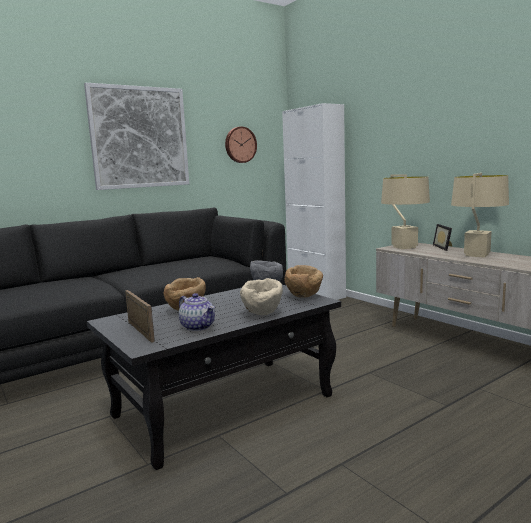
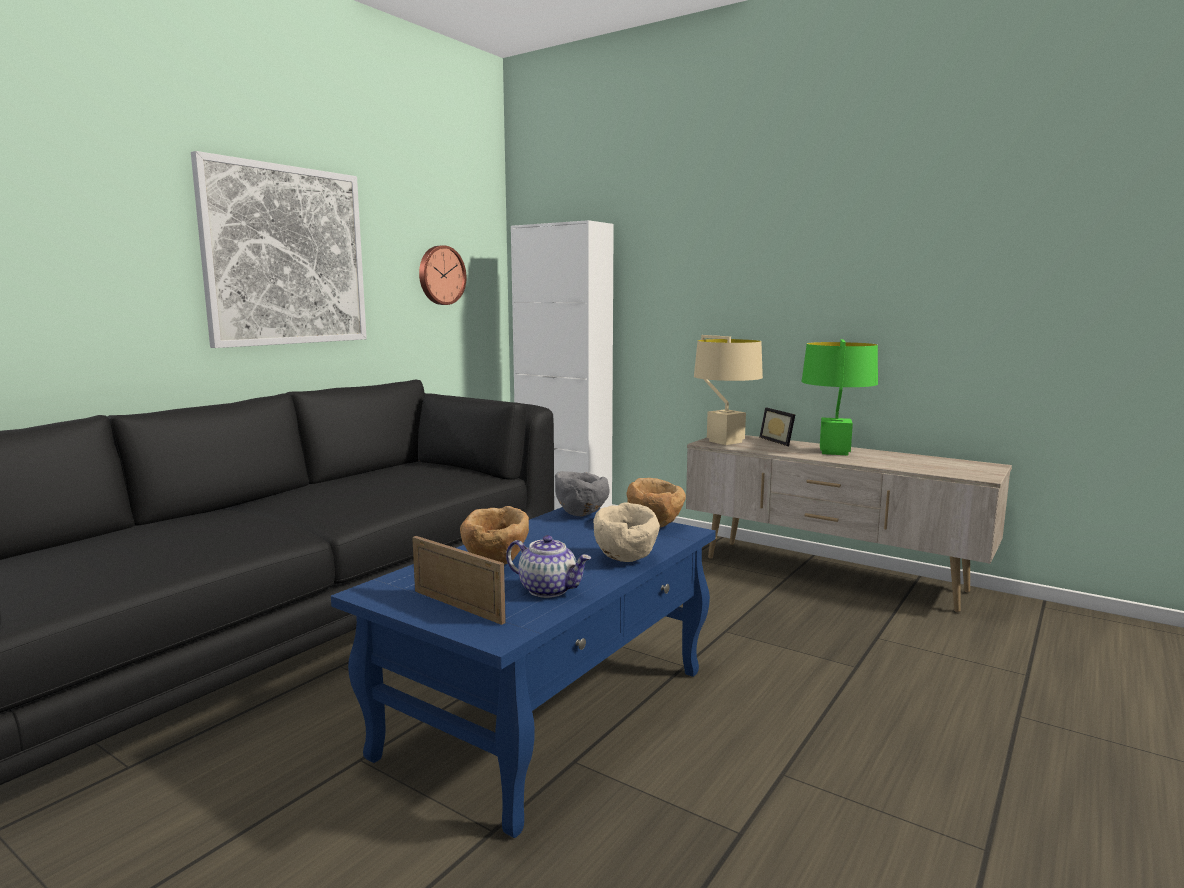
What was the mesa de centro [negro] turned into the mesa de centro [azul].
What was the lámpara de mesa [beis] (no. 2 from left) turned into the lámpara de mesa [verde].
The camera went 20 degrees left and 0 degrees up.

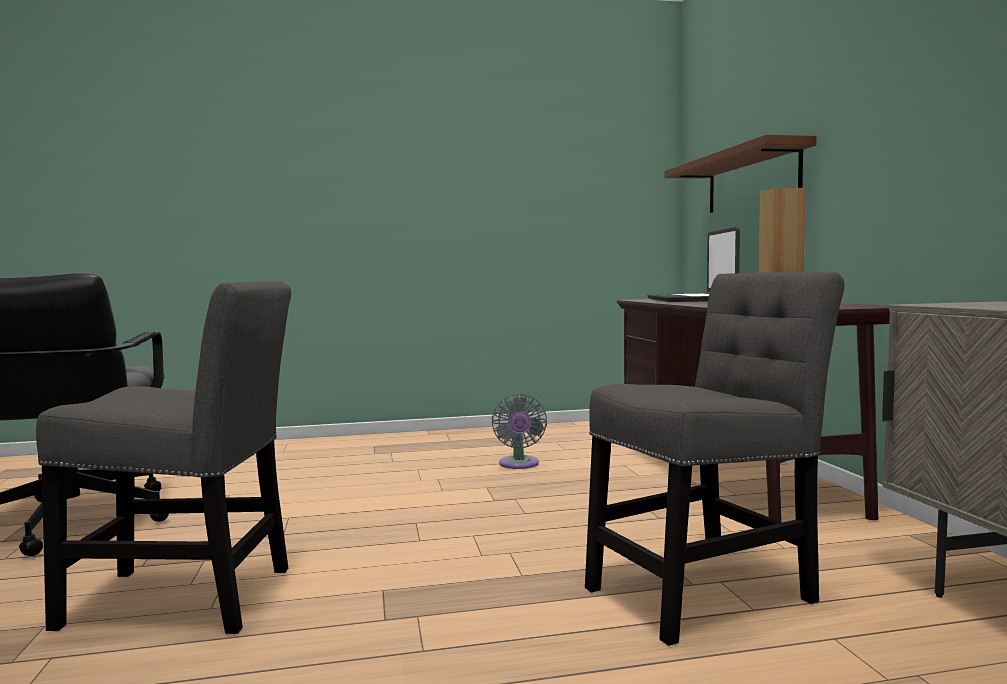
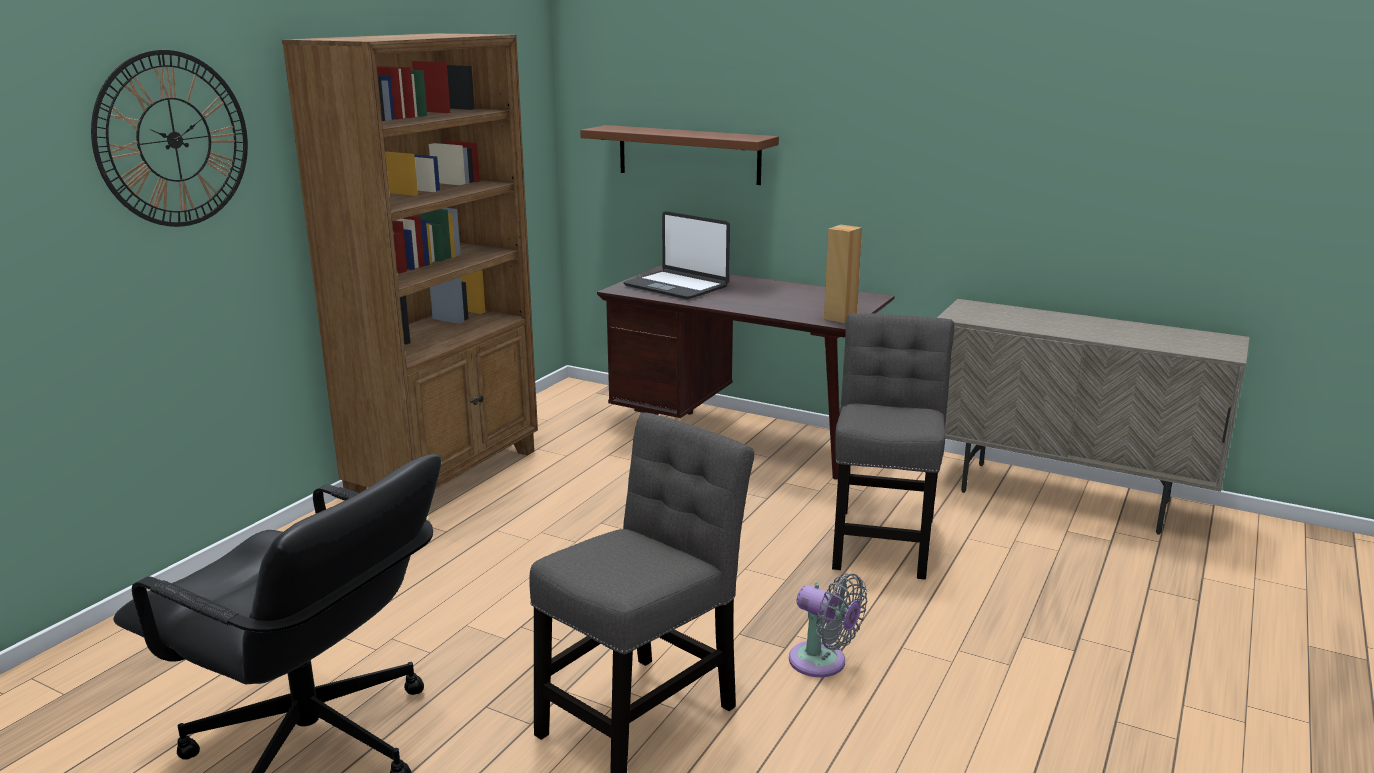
The ventilador [gris] ended up elsewhere.
The second view gained the reloj de pared.
The second view gained the estantería [marrón].
The camera went 50 degrees left and 15 degrees up.

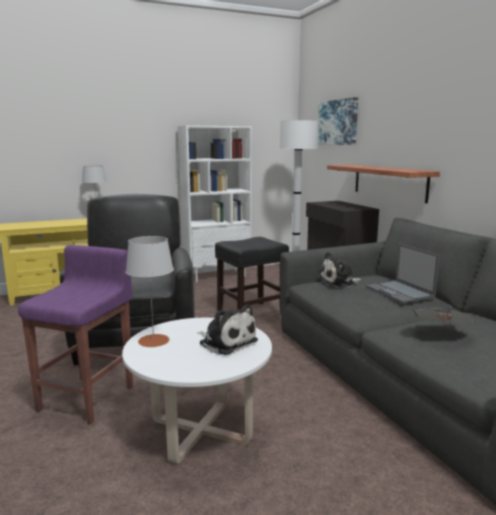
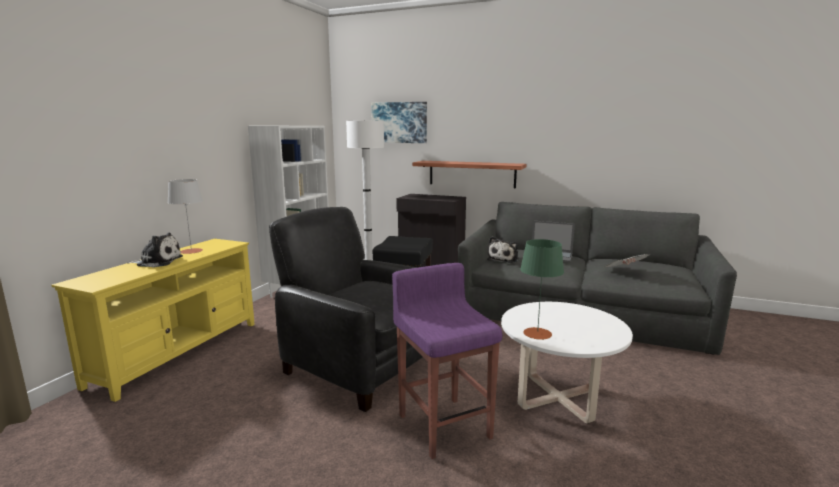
What was the lámpara de mesa [gris] (no. 2 from left) turned into the lámpara de mesa [verde].
The peluche (no. 1 from left) ended up elsewhere.
The camera went 45 degrees left and 0 degrees up.

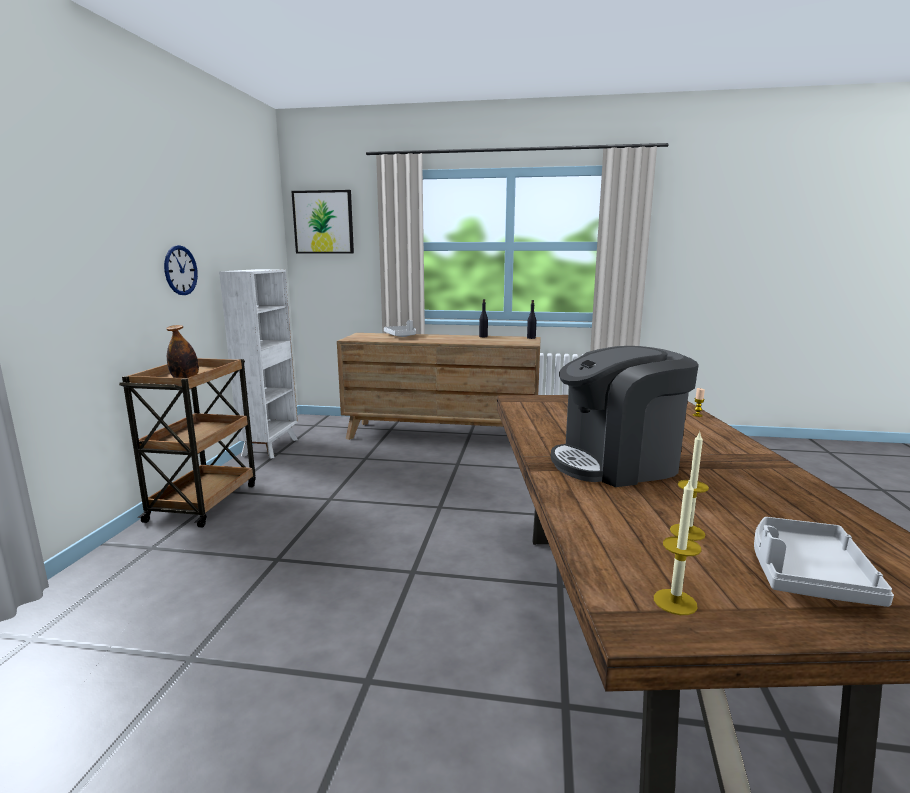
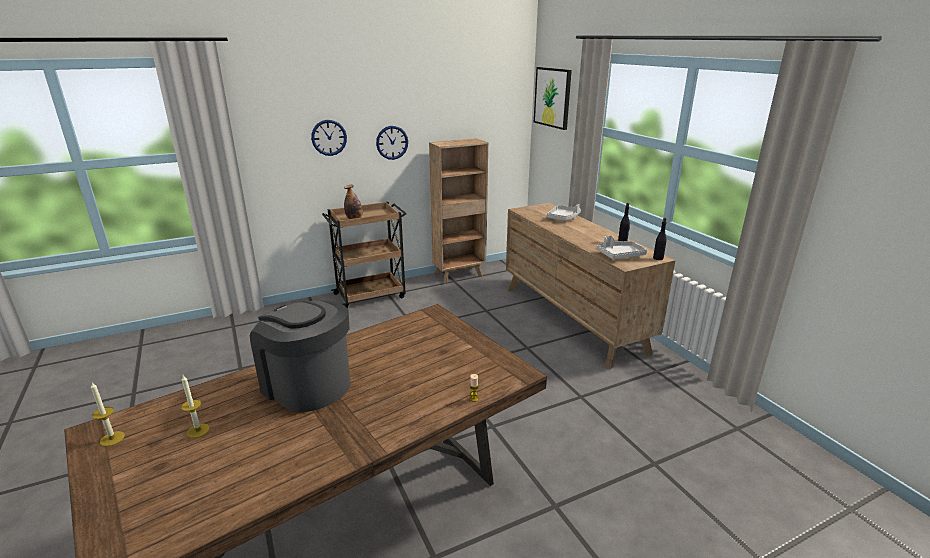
What was the estantería [blanco] turned into the estantería [marrón].
The bandeja [gris] (no. 2 from left) ended up elsewhere.
The second view gained the reloj de pared (no. 1 from left).
The camera went 55 degrees right and 10 degrees up.

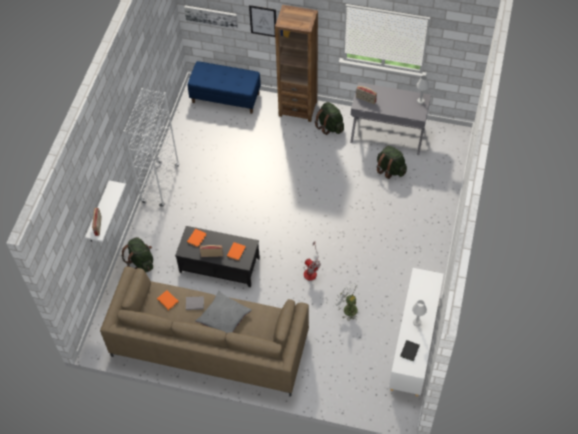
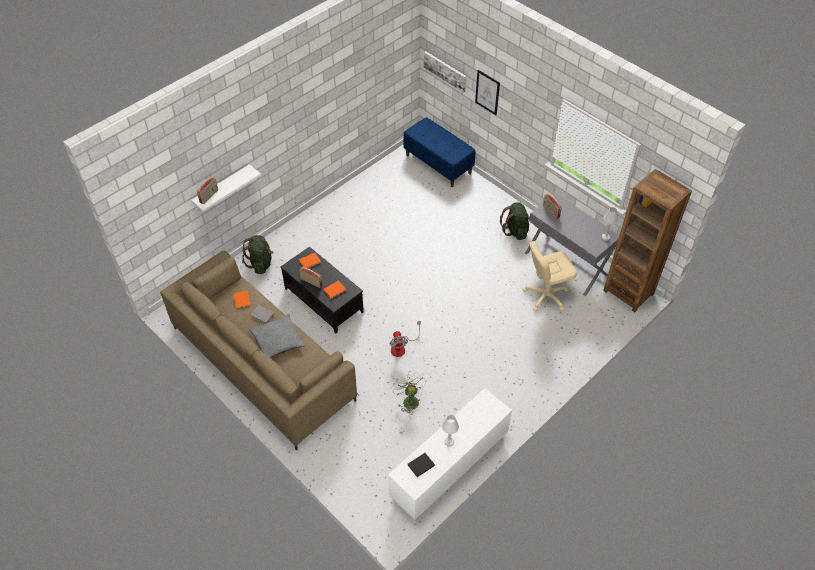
The second view lost the estantería [blanco].
The estantería [marrón] ended up elsewhere.
Where the mochila [verde] (no. 3 from left) stood, the silla de oficina [beis] came to stand.
The camera went 30 degrees right and 5 degrees down.

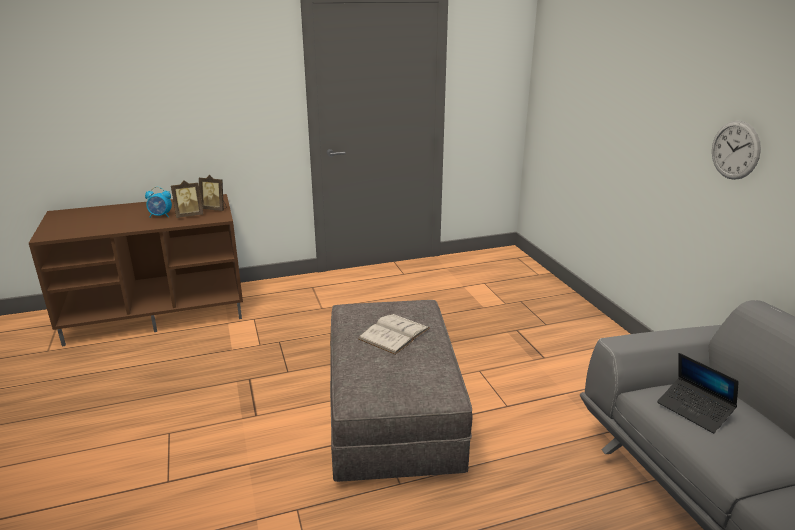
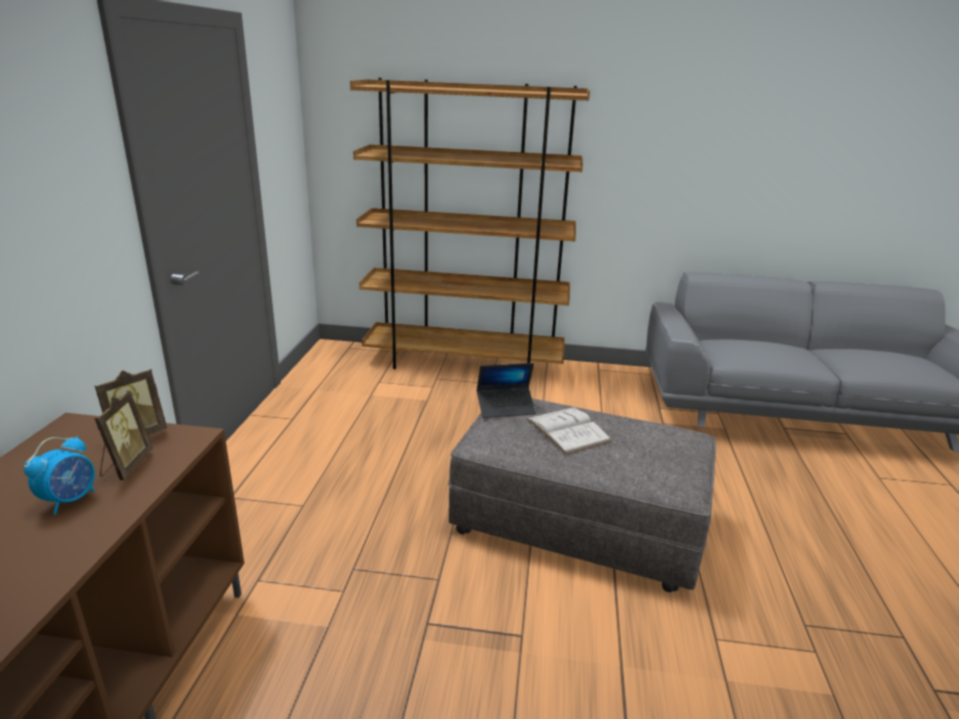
The portátil ended up elsewhere.
The second view lost the reloj de pared.
The second view gained the estantería [marrón].
The camera went 65 degrees left and 0 degrees up.

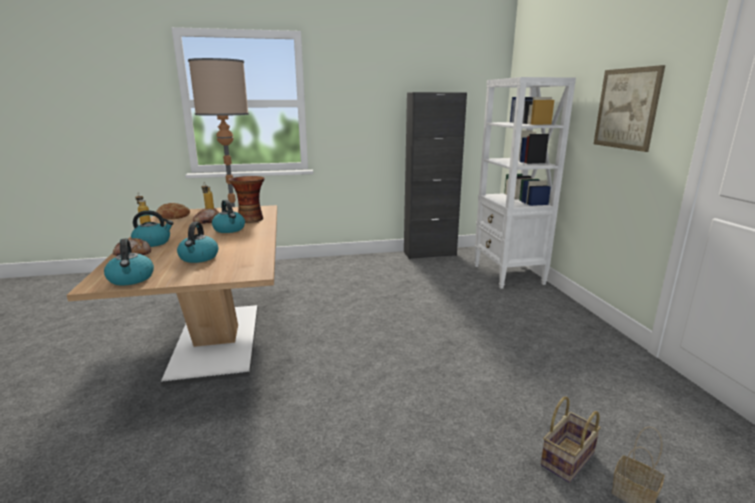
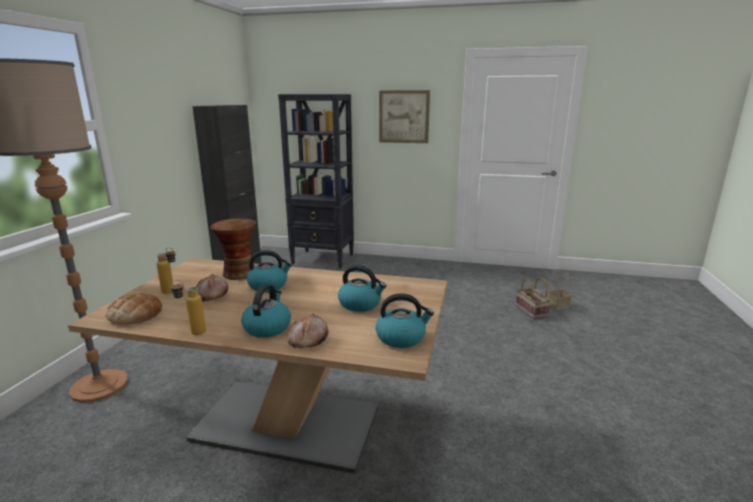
What was the estantería [blanco] turned into the estantería [negro].
The camera went 65 degrees left and 0 degrees up.

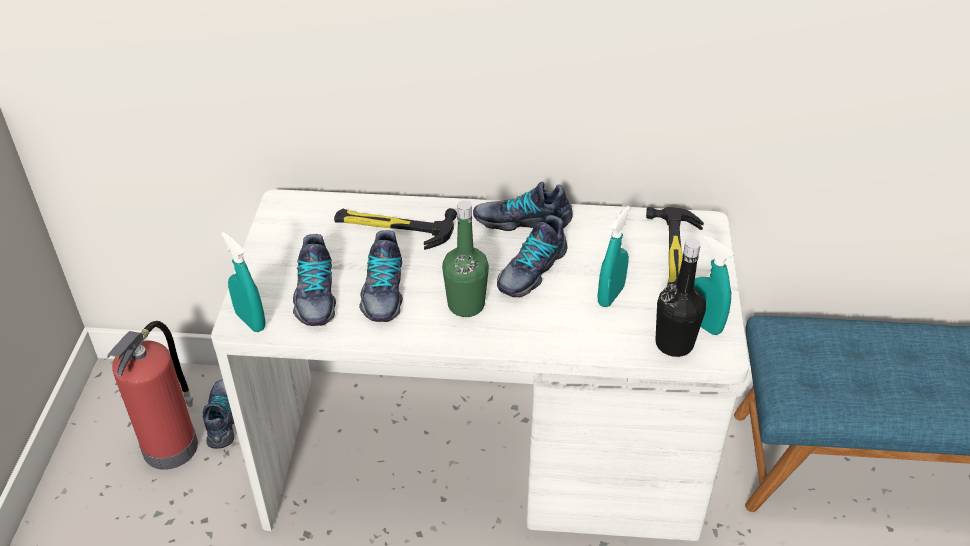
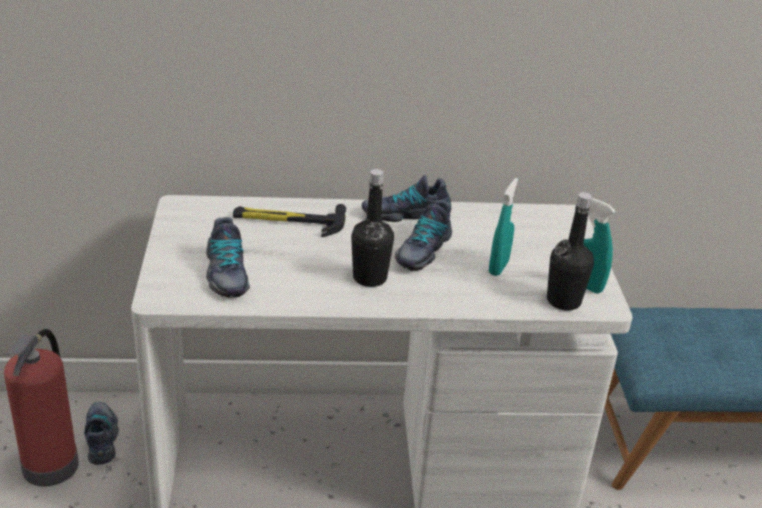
The second view lost the pulverizador [turquesa] (no. 1 from left).
The second view lost the zapato (no. 3 from left).
What was the botella [verde] turned into the botella [negro] (no. 1 from left).
The second view lost the martillo (no. 2 from left).
The camera went 10 degrees left and 10 degrees down.

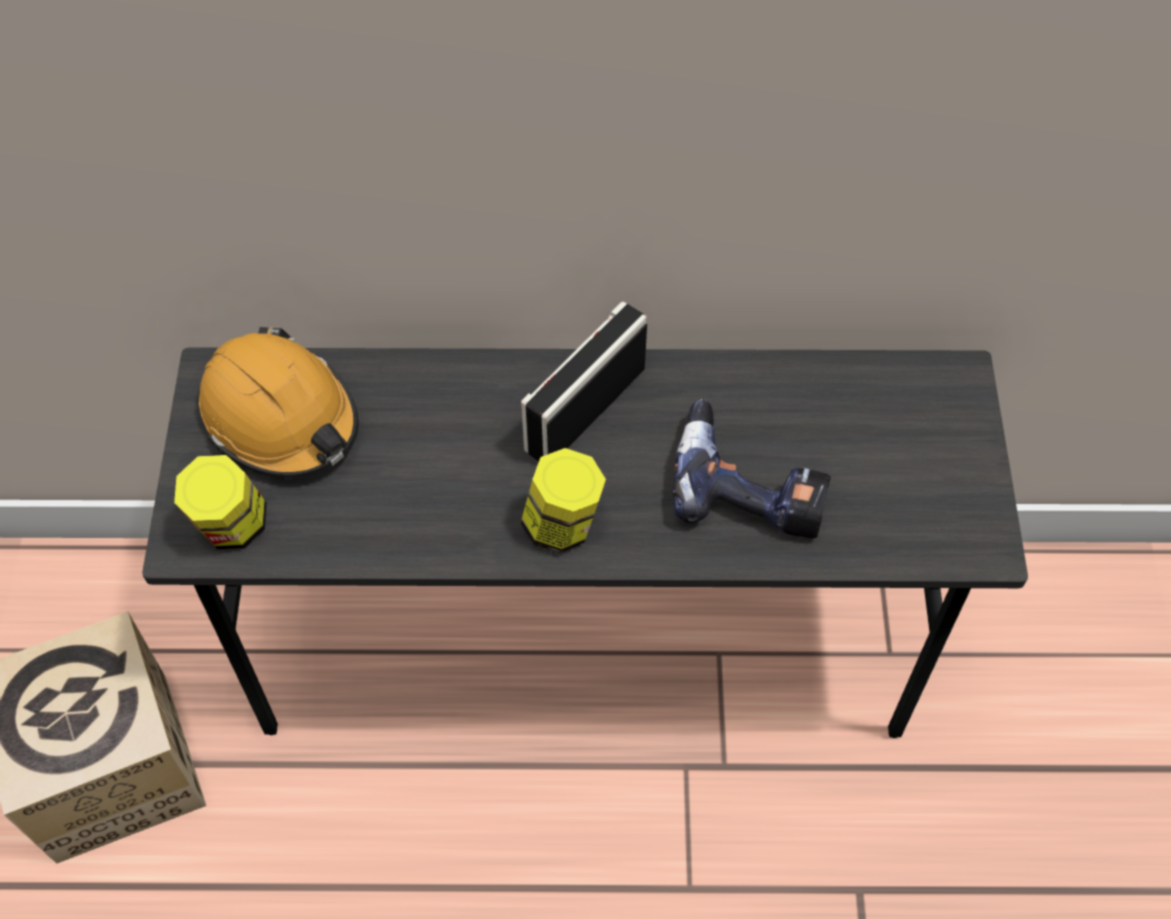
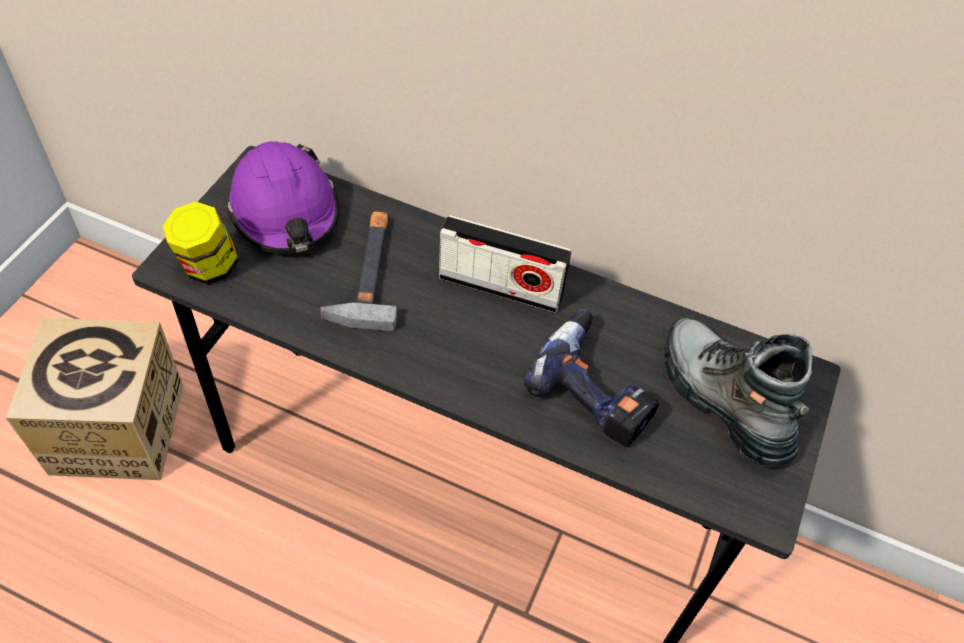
What was the casco [naranja] turned into the casco [morado].
The radio ended up facing another way, 135 degrees counterclockwise from before.
The second view lost the tarro (no. 2 from left).
The second view gained the martillo.
The second view gained the bota.
The camera went 20 degrees right and 5 degrees down.

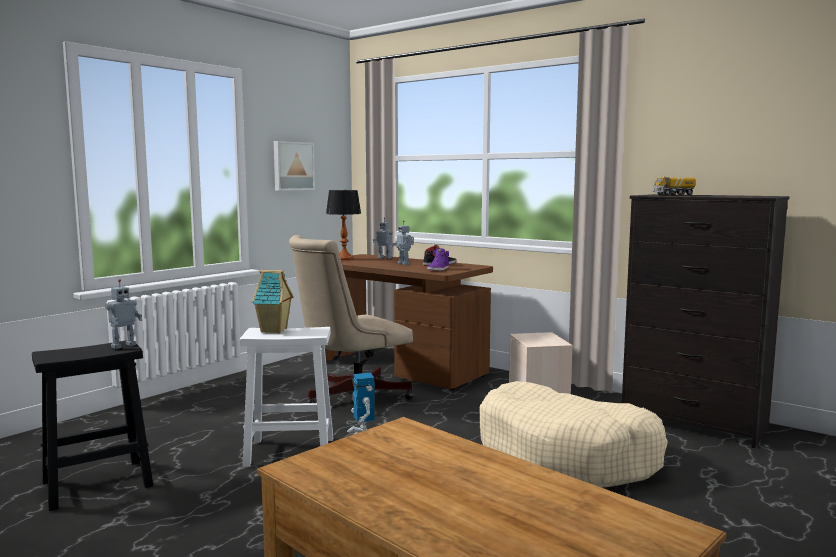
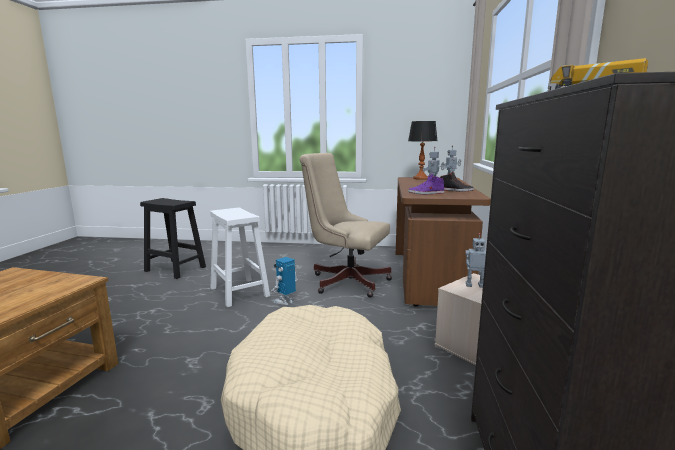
The robot de juguete (no. 1 from left in the first image) ended up elsewhere.
The second view lost the casita.
The second view lost the cuadro.
The camera went 60 degrees right and 5 degrees up.

